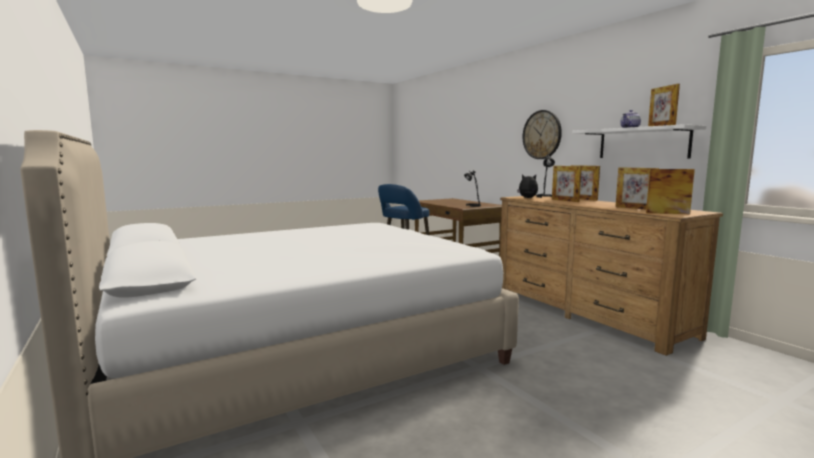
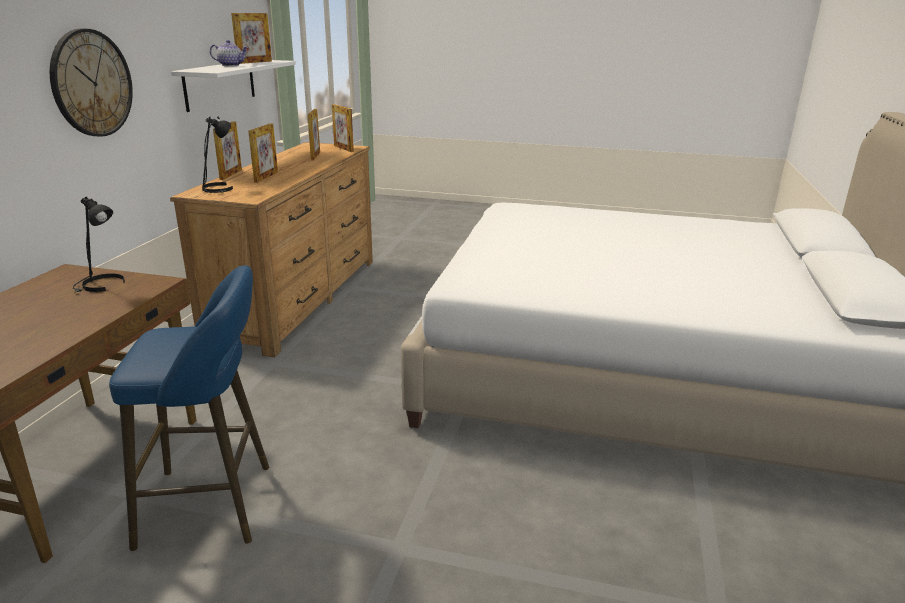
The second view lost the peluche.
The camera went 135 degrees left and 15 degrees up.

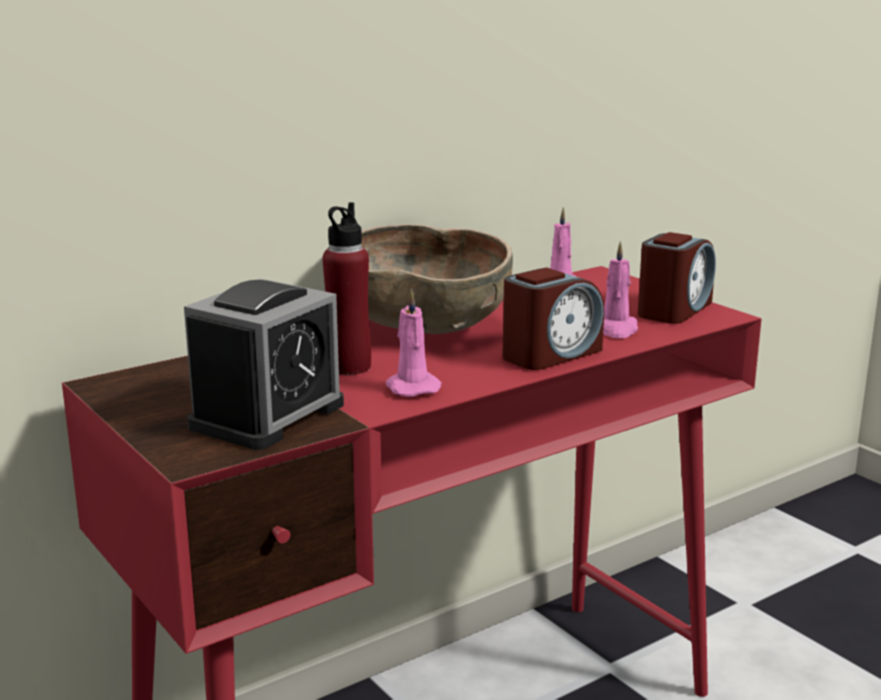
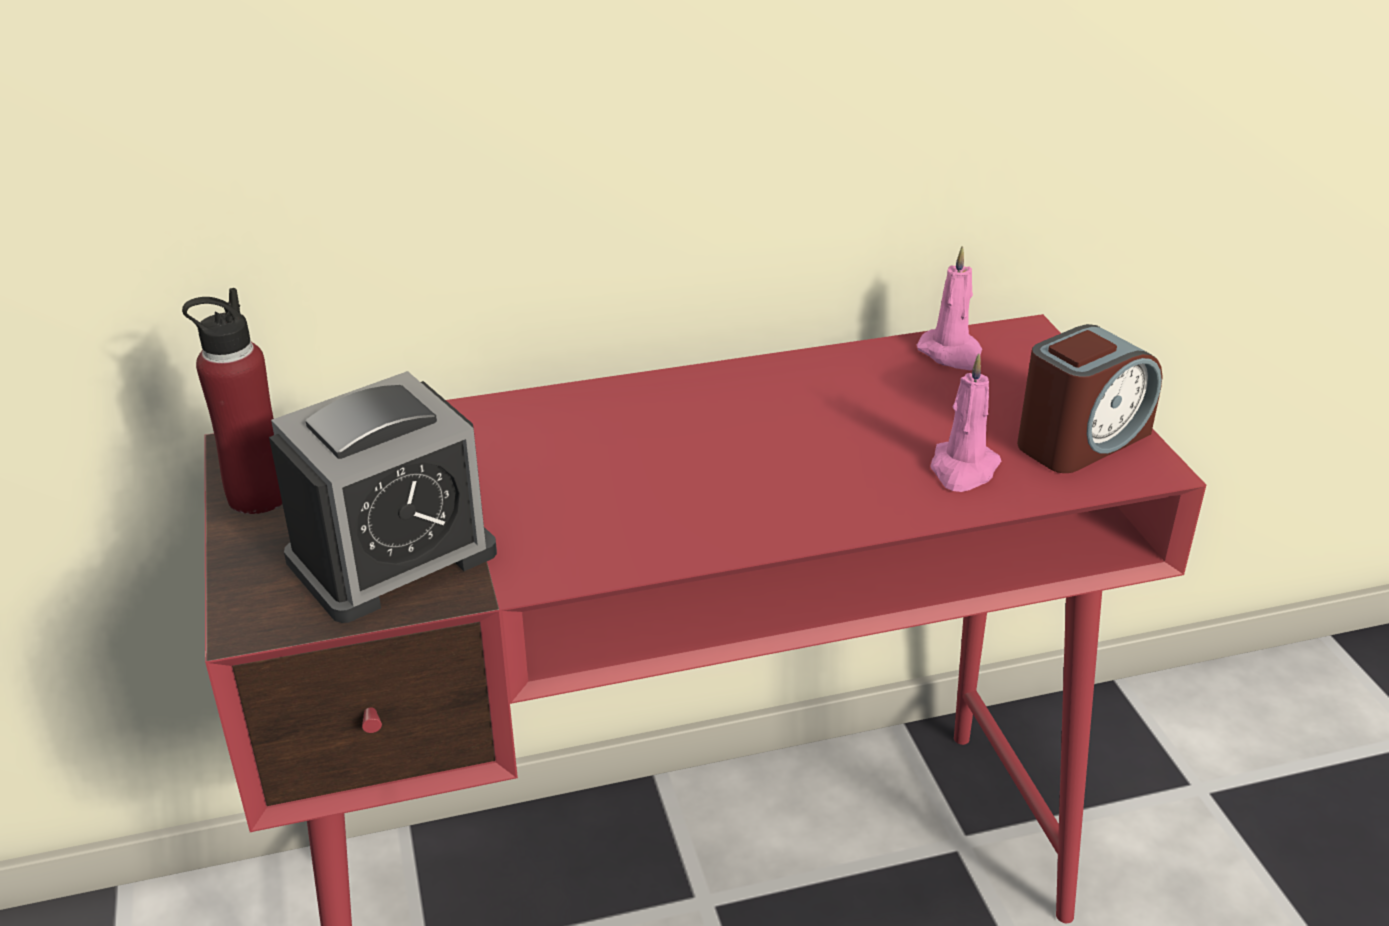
The botella [rojo] ended up elsewhere.
The second view lost the cuenco [marrón].
The second view lost the vela [rosa] (no. 1 from left).
The second view lost the despertador (no. 2 from left).
The camera went 20 degrees right and 15 degrees up.

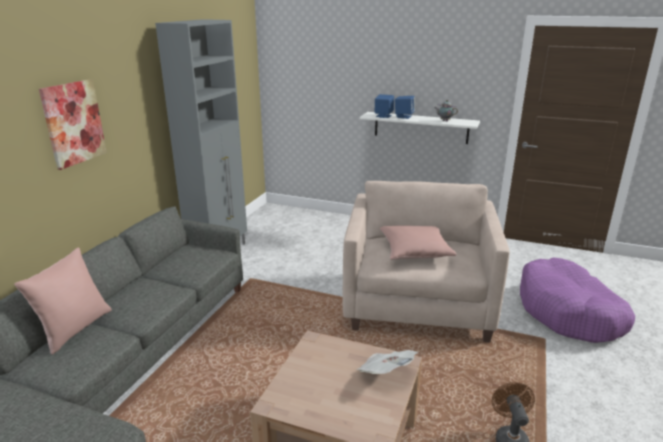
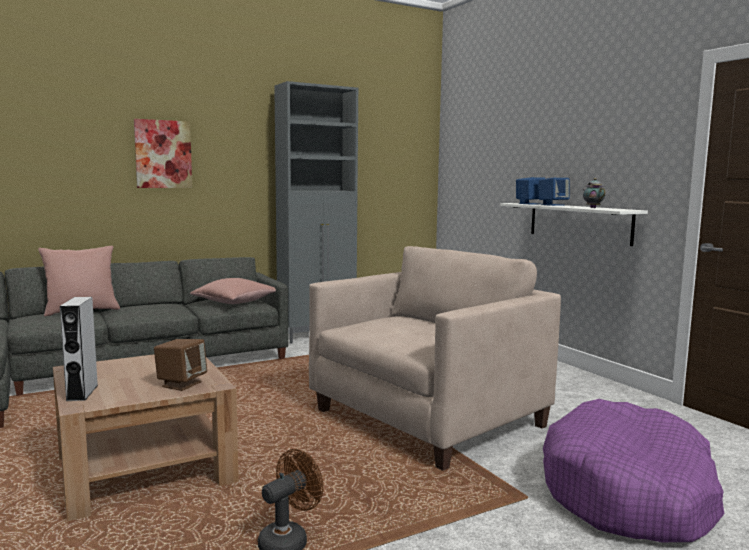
Where the periódico stood, the altavoz [marrón] came to stand.
The cojín [rosa] (no. 2 from left) ended up elsewhere.
The second view gained the altavoz [gris].
The camera went 40 degrees right and 15 degrees down.

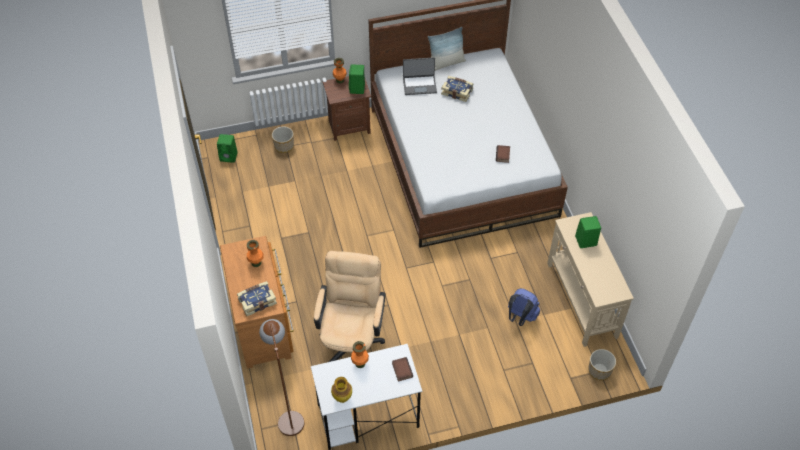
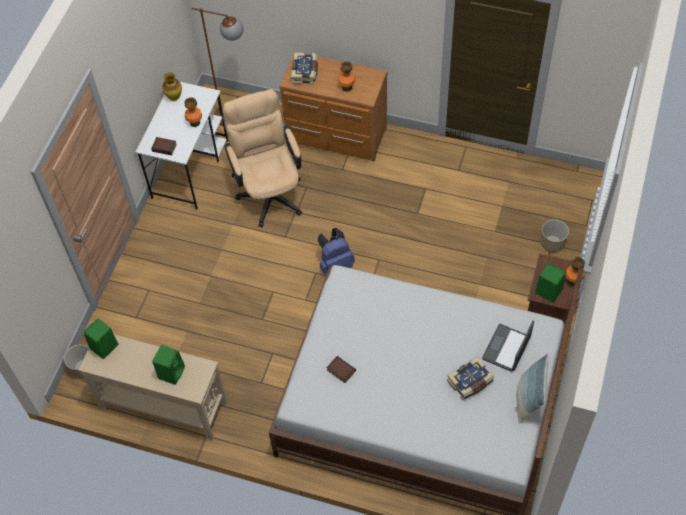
The altavoz [verde] (no. 1 from left) ended up elsewhere.
The silla de oficina [beis] ended up facing another way, 150 degrees counterclockwise from before.
The mochila [azul] ended up elsewhere.
The camera went 125 degrees right and 5 degrees up.

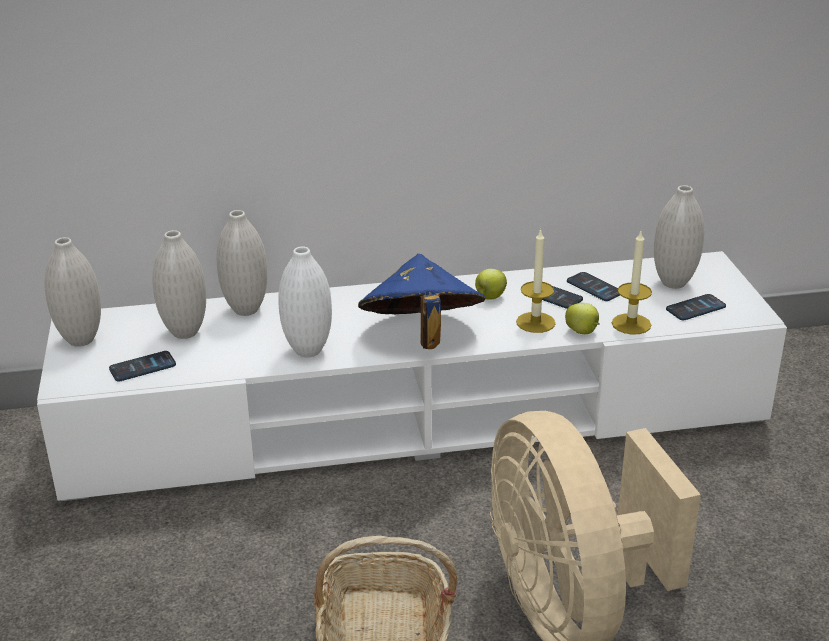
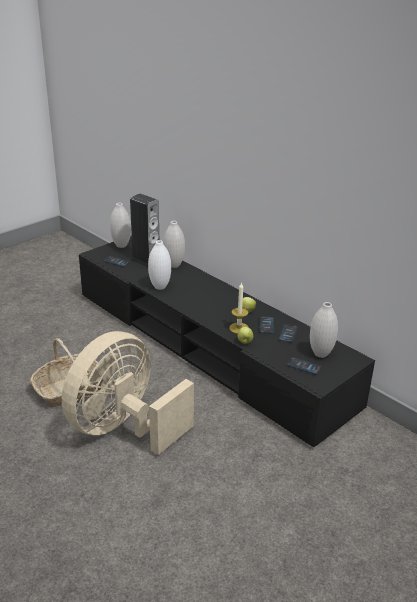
What was the mueble de televisión [blanco] turned into the mueble de televisión [negro].
Where the florero [blanco] (no. 2 from left) stood, the altavoz came to stand.
The second view lost the sombrero [azul].
The second view lost the vela (no. 2 from left).
The camera went 55 degrees right and 0 degrees up.

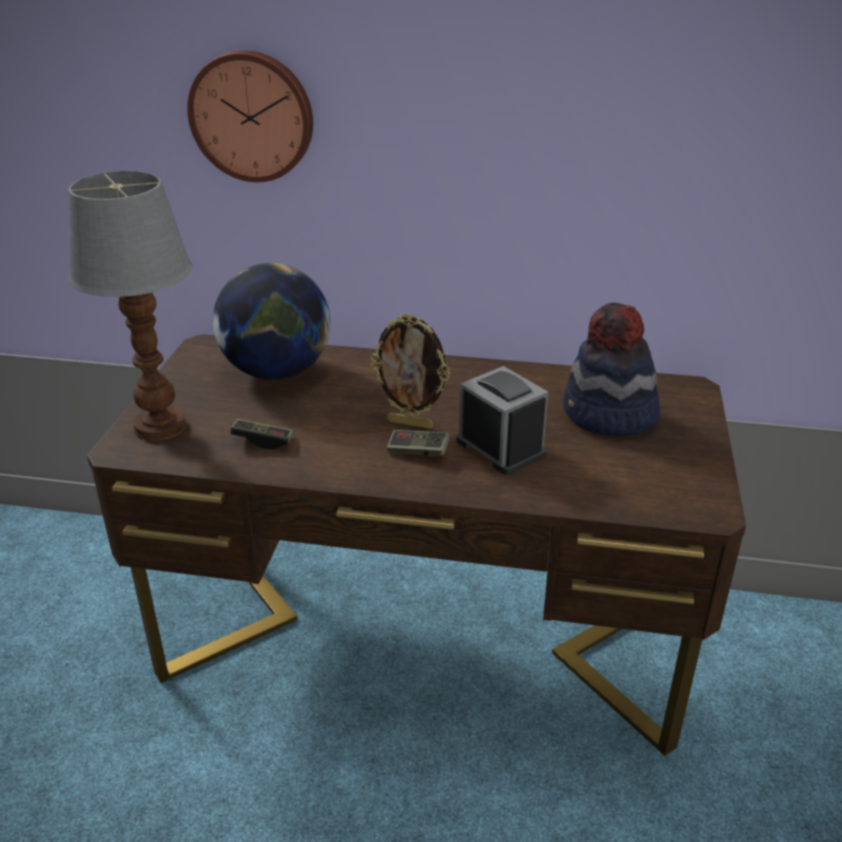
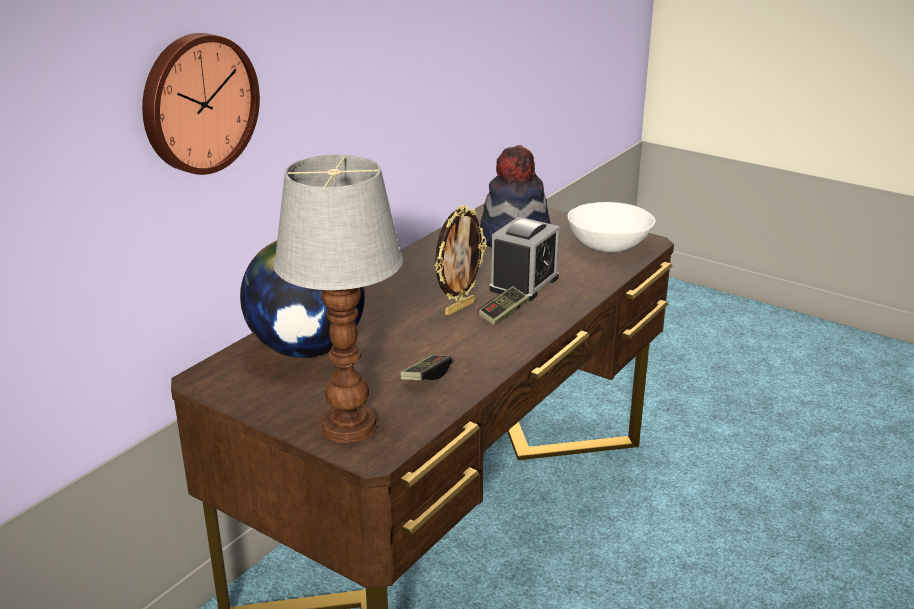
The despertador ended up facing another way, 135 degrees clockwise from before.
The second view gained the cuenco [blanco].
The camera went 65 degrees left and 5 degrees down.

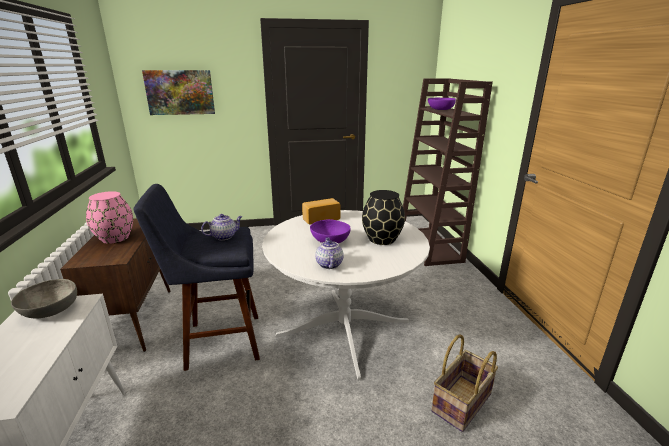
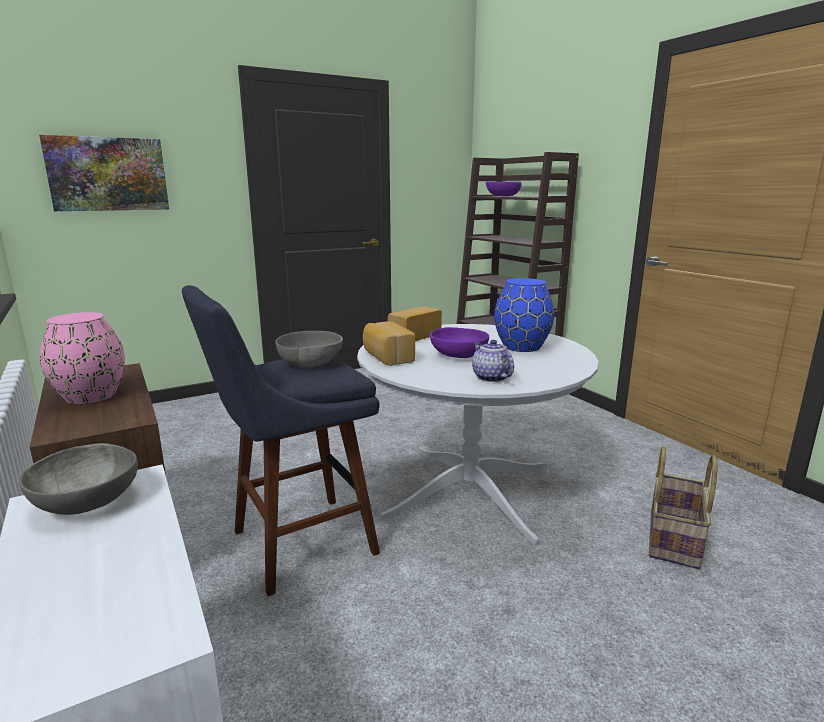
Where the tetera (no. 1 from left) stood, the cuenco [gris] (no. 2 from left) came to stand.
What was the florero [negro] turned into the florero [azul].
The second view gained the pan (no. 1 from left).
The camera went 20 degrees left and 5 degrees down.

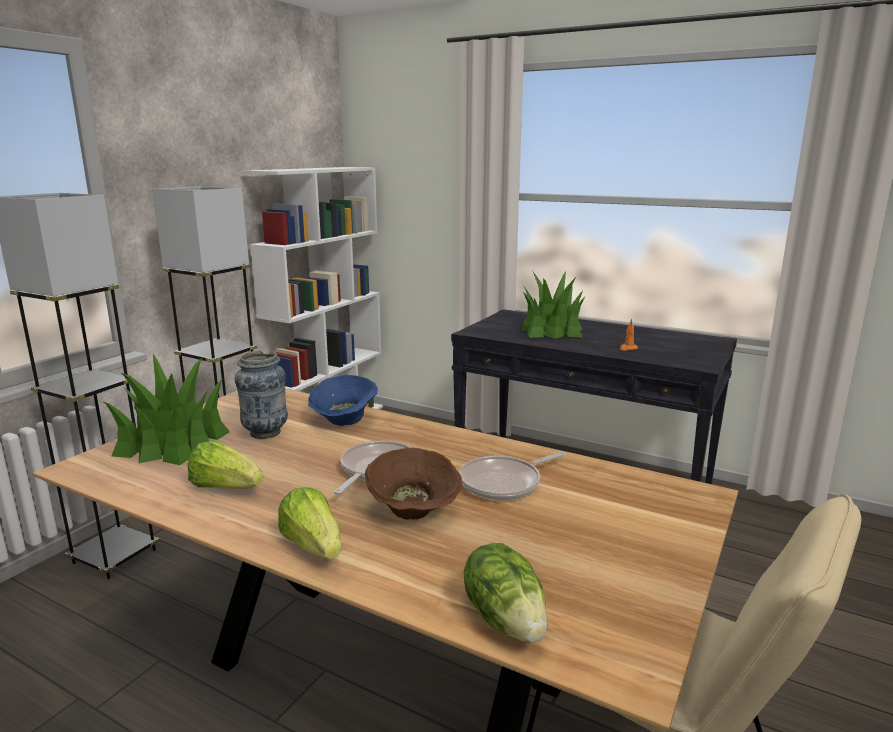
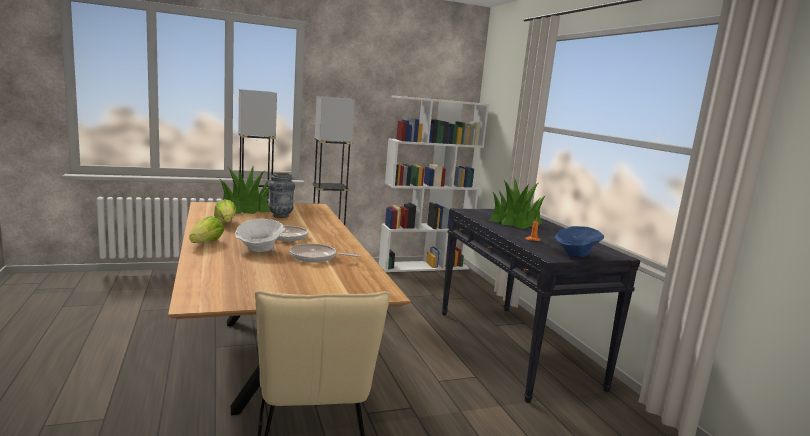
The cuenco [azul] ended up elsewhere.
What was the cuenco [marrón] turned into the cuenco [blanco].
The second view lost the lechuga (no. 3 from left).
The camera went 40 degrees right and 5 degrees down.

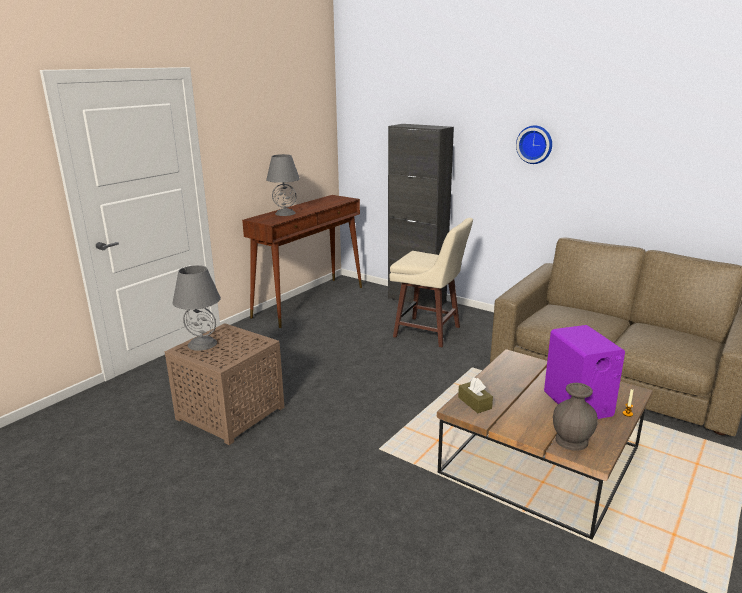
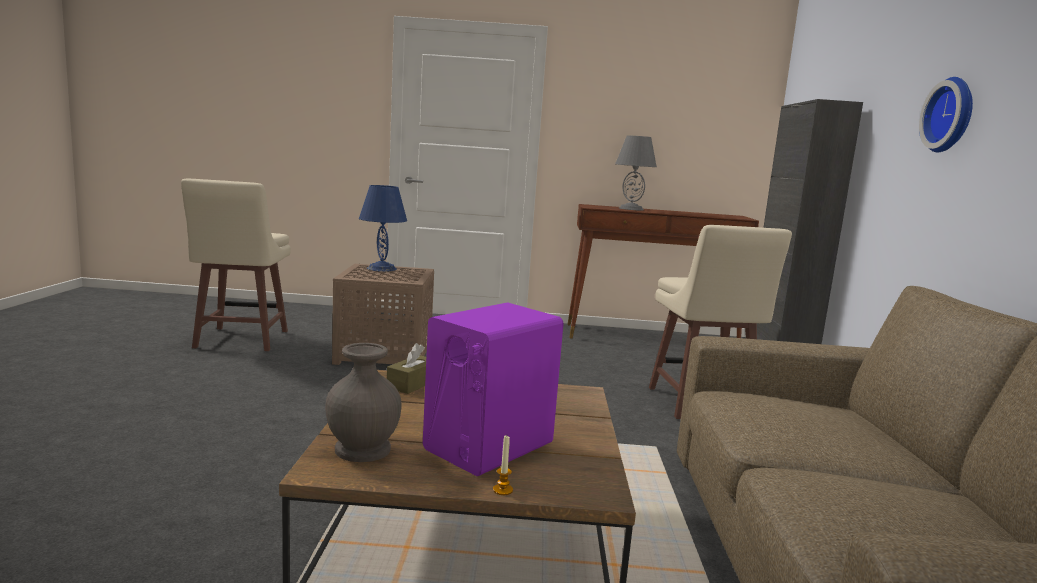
What was the lámpara de mesa [gris] (no. 1 from left) turned into the lámpara de mesa [azul].
The second view gained the taburete [beis] (no. 1 from left).
The camera went 55 degrees right and 10 degrees down.

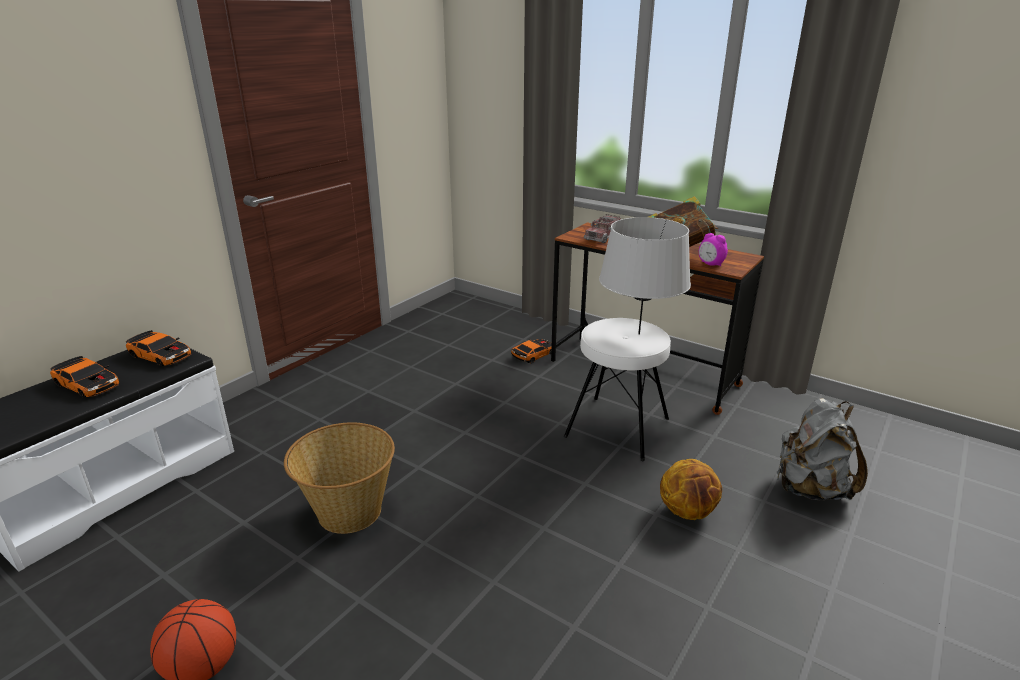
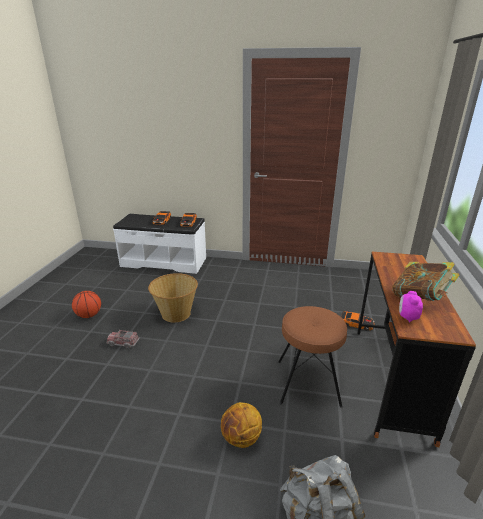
What was the taburete [blanco] turned into the taburete [marrón].
The camión de juguete ended up elsewhere.
The second view lost the lámpara de mesa [gris].
The camera went 65 degrees right and 0 degrees up.

